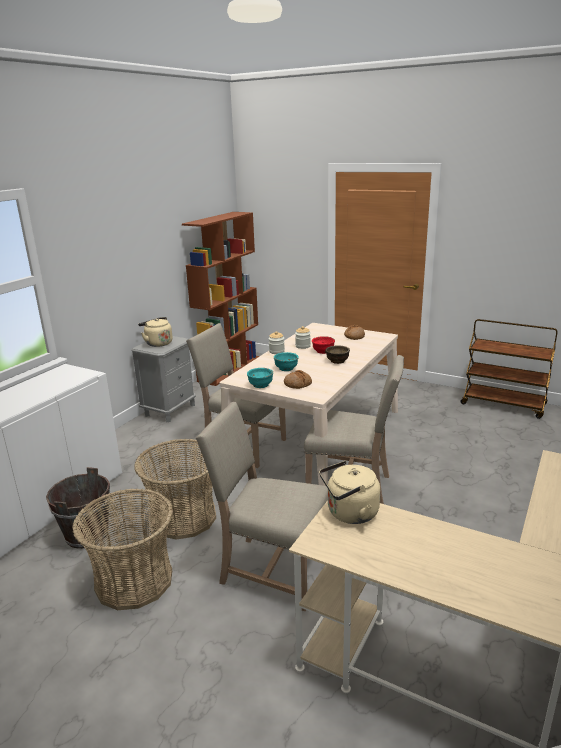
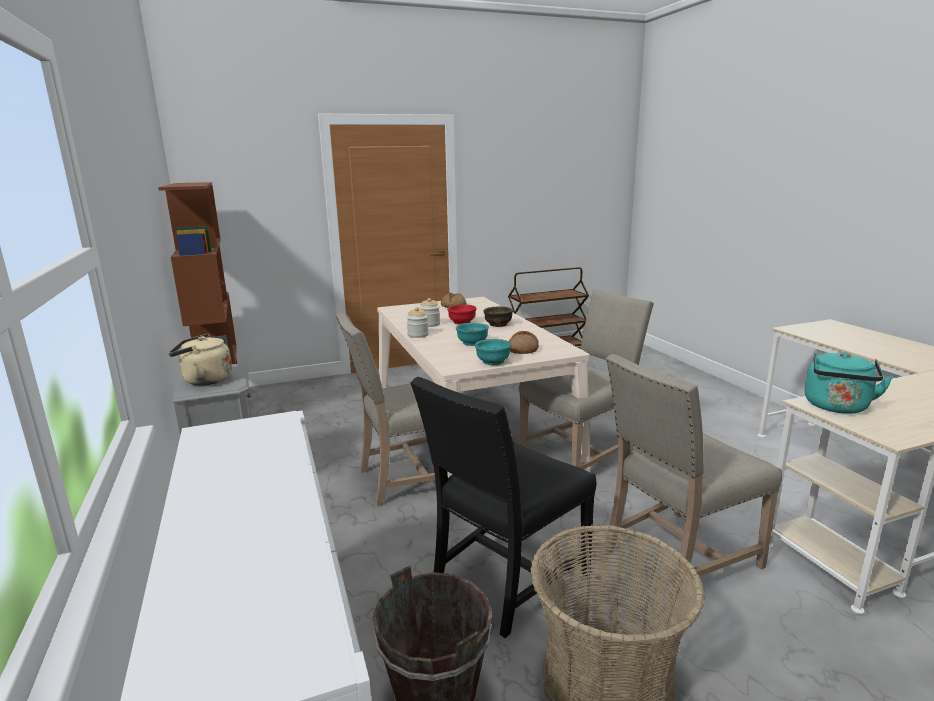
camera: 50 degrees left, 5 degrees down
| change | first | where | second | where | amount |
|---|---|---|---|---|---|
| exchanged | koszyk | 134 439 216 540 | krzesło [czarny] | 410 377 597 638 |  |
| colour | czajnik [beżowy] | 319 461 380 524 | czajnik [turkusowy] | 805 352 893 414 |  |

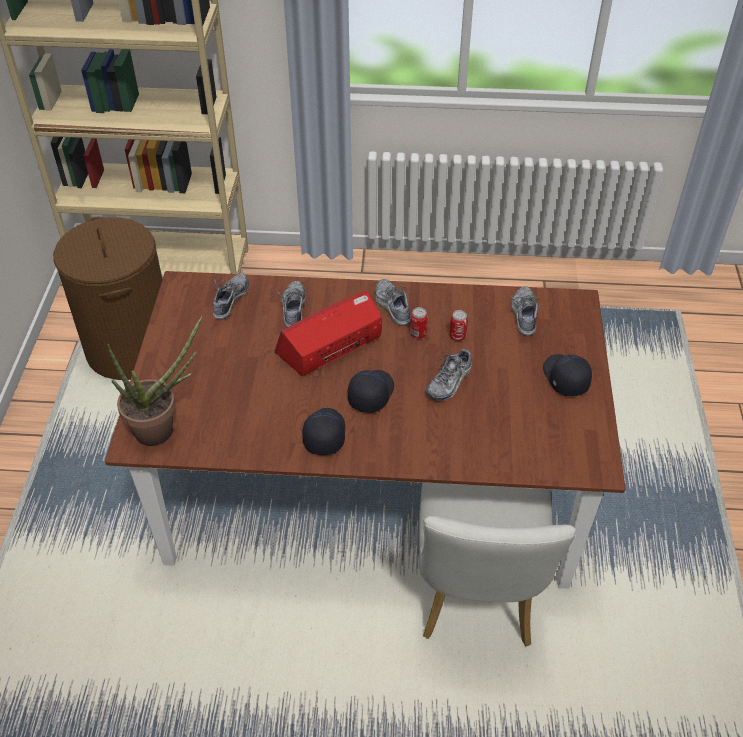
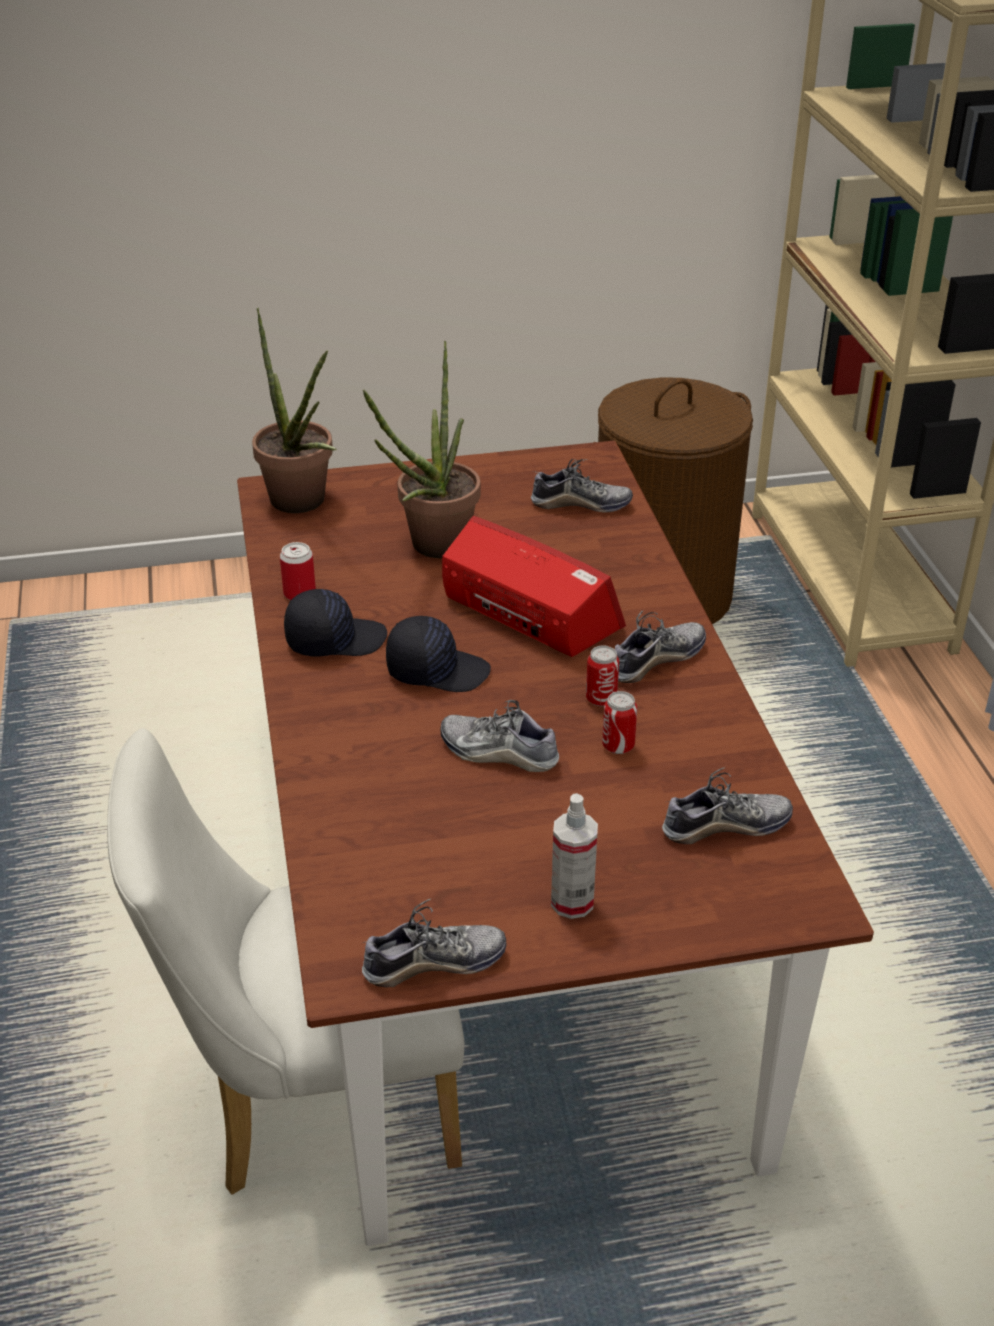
camera: 75 degrees right, 10 degrees down
| change | first | where | second | where | amount |
|---|---|---|---|---|---|
| appeared |  |  | puszka | 280 542 316 600 |  |
| relocated | but | 277 281 310 327 |  | 362 899 507 987 |  |
| appeared |  |  | roślina doniczkowa | 363 341 481 558 |  |
| exchanged | czapka z daszkiem [czarny] | 543 354 592 396 | spryskiwacz | 551 793 598 919 |  |

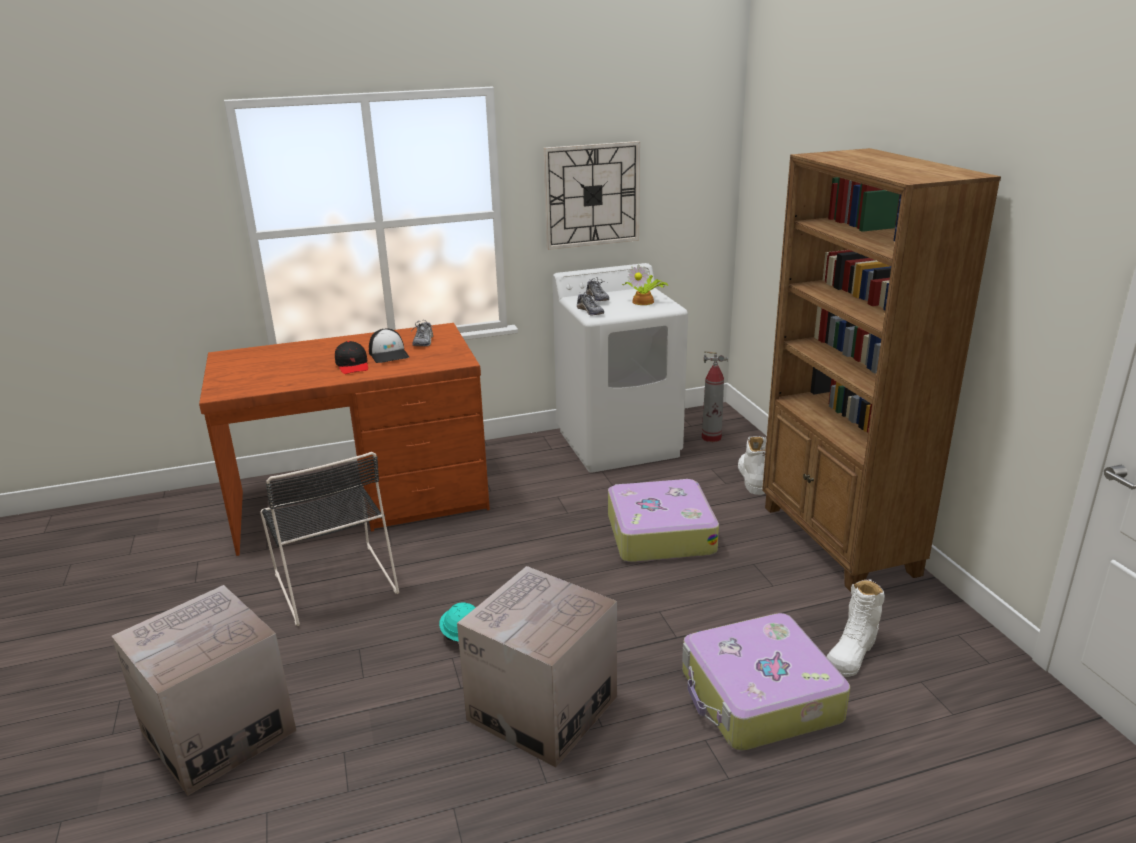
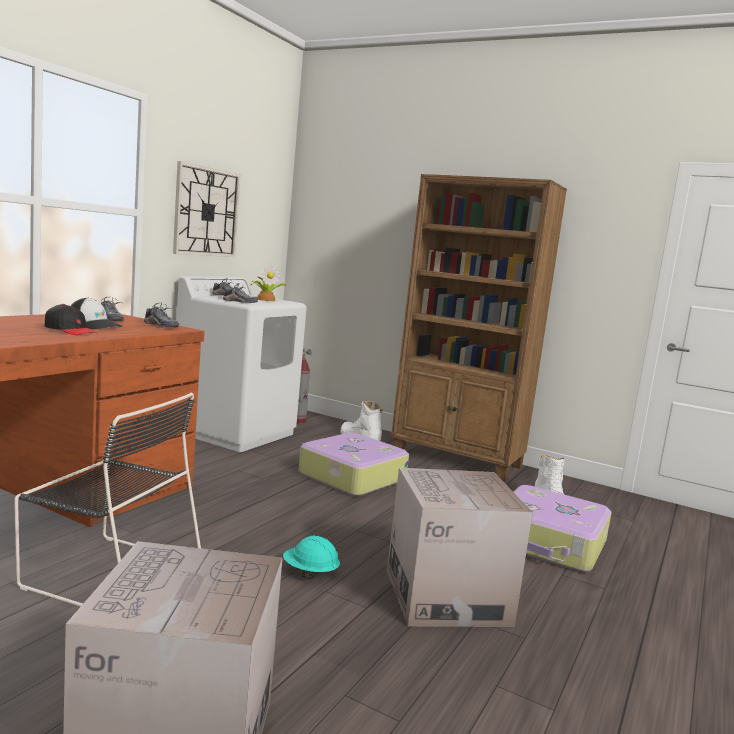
camera: 45 degrees left, 15 degrees down
| change | first | where | second | where | amount |
|---|---|---|---|---|---|
| appeared |  |  | but | 144 302 179 327 |  |

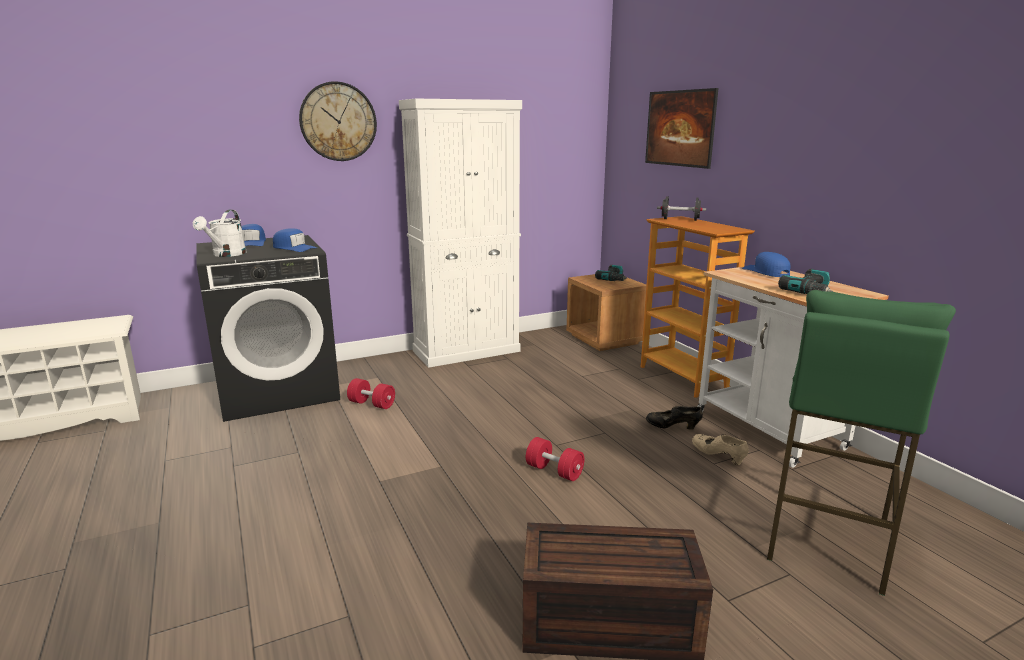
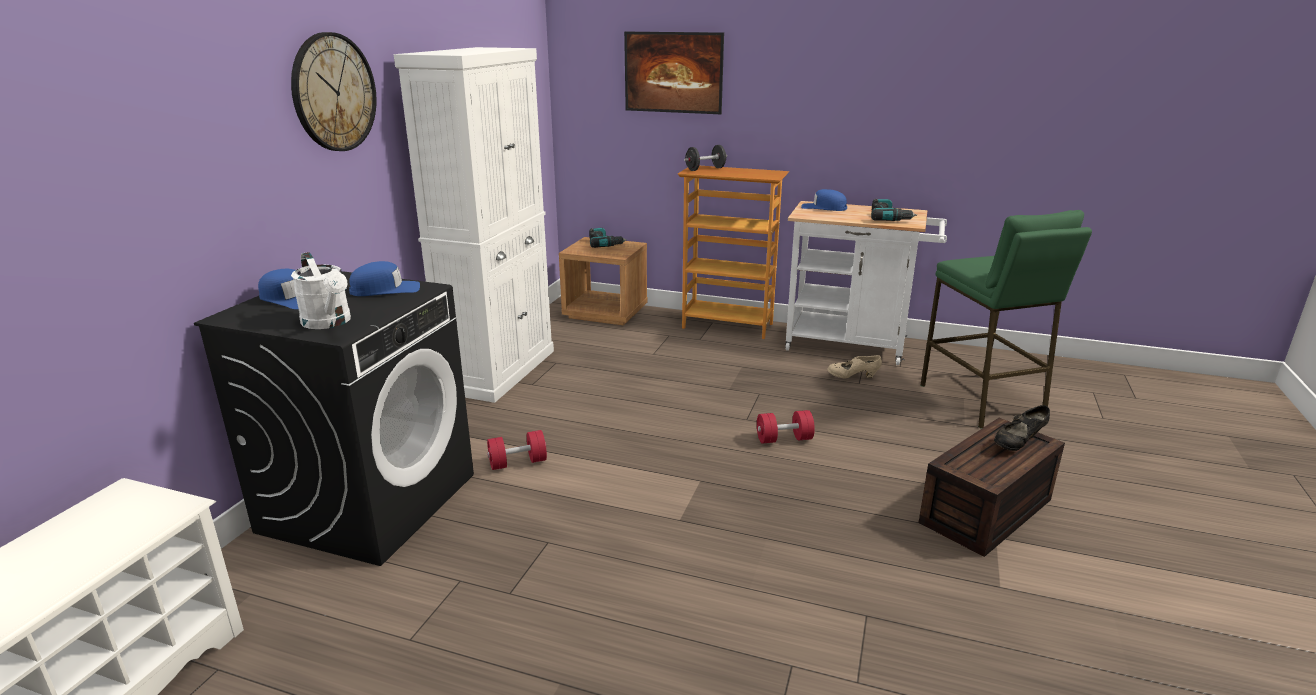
camera: 45 degrees left, 5 degrees up
| change | first | where | second | where | amount |
|---|---|---|---|---|---|
| relocated | but [czarny] | 646 406 703 430 |  | 994 405 1050 451 |  |

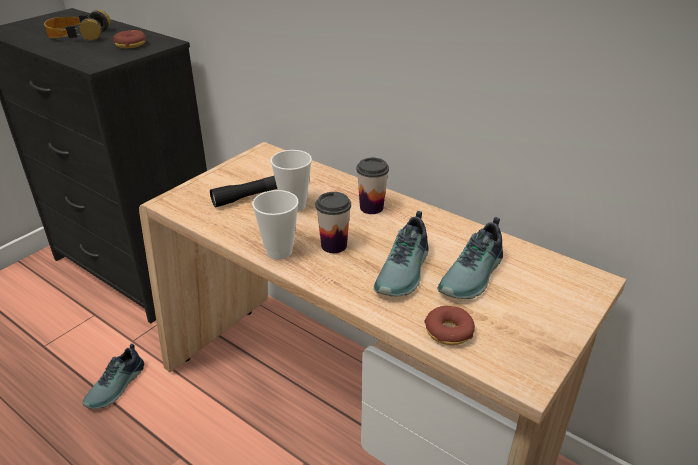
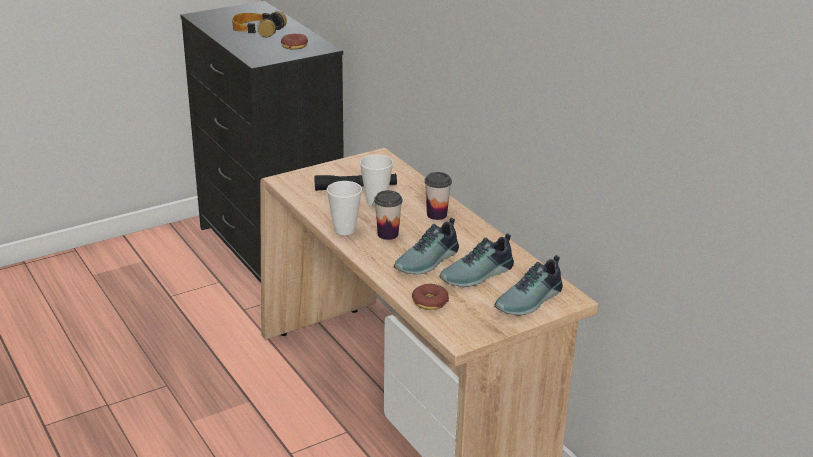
camera: 20 degrees right, 5 degrees down
| change | first | where | second | where | amount |
|---|---|---|---|---|---|
| relocated | but | 83 344 144 409 |  | 494 255 563 316 |  |

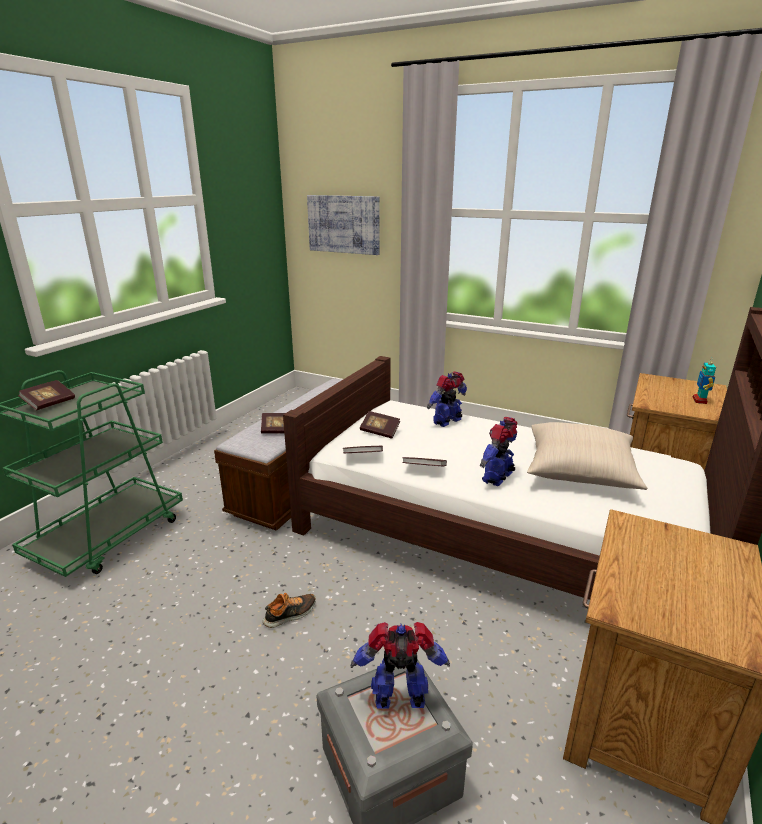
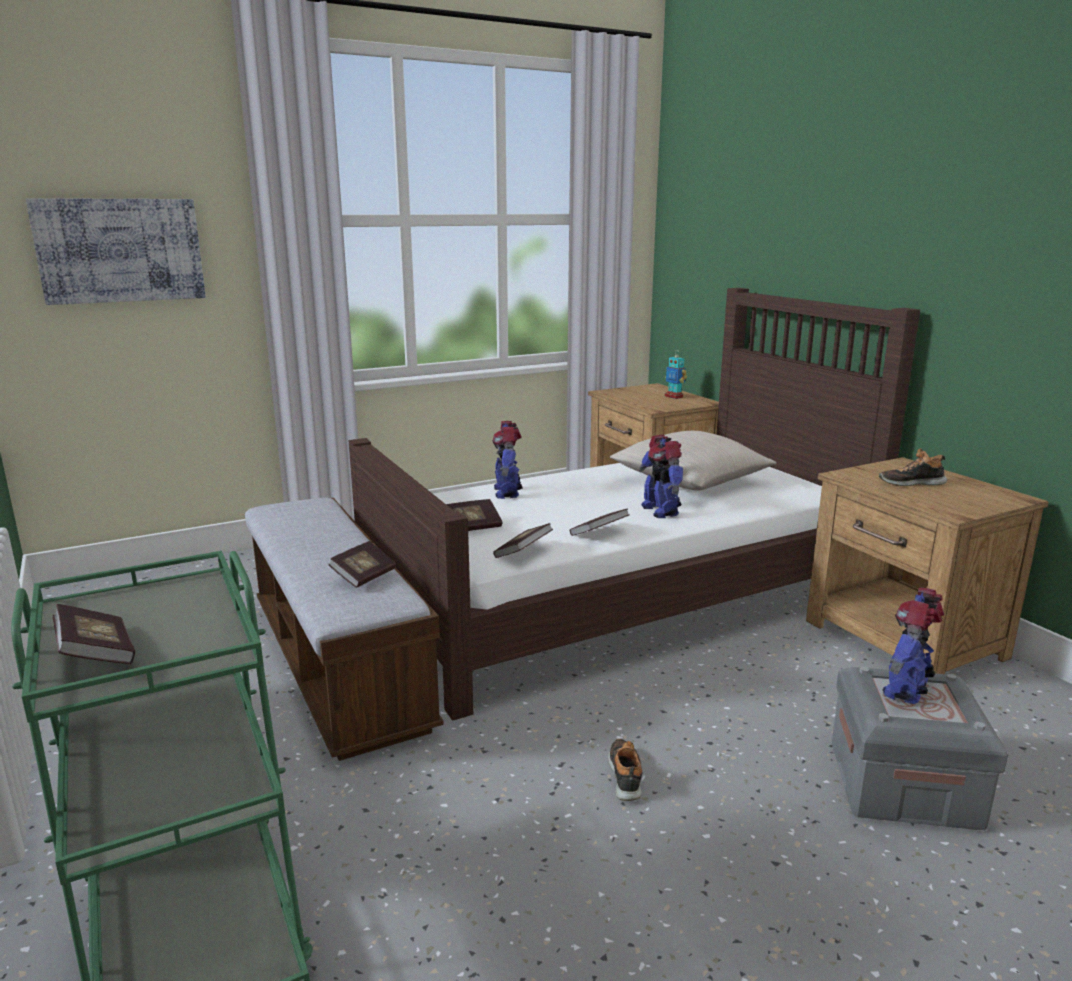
camera: 55 degrees left, 5 degrees down
| change | first | where | second | where | amount |
|---|---|---|---|---|---|
| appeared |  |  | but | 879 449 947 486 |  |

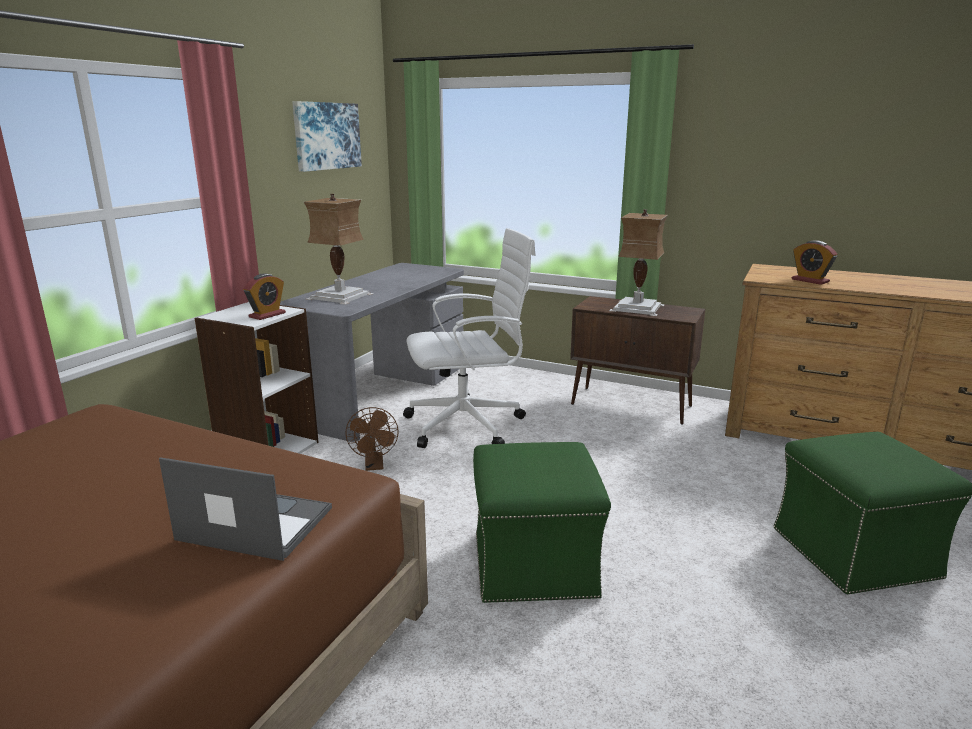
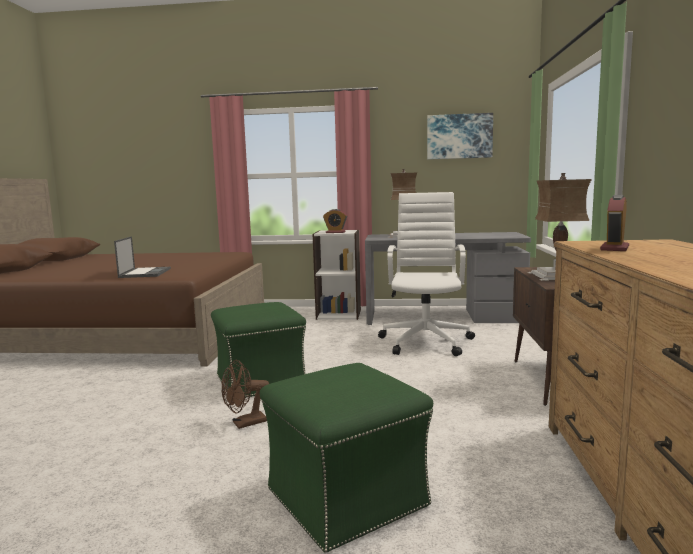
camera: 70 degrees right, 10 degrees down
| change | first | where | second | where | amount |
|---|---|---|---|---|---|
| relocated | wentylator [brązowy] | 345 407 399 471 |  | 221 360 269 429 |  |
| spun | krzesło biurowe [biały] | 403 228 536 448 |  | 378 192 475 356 | 135 degrees counterclockwise |

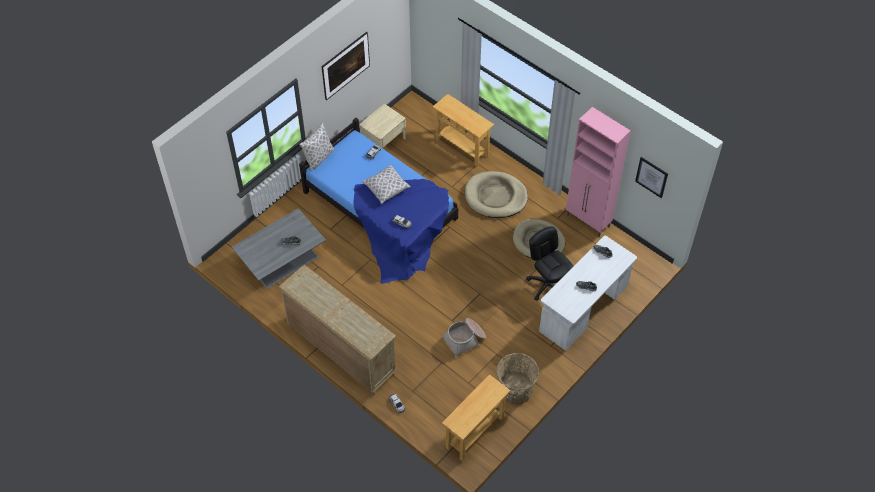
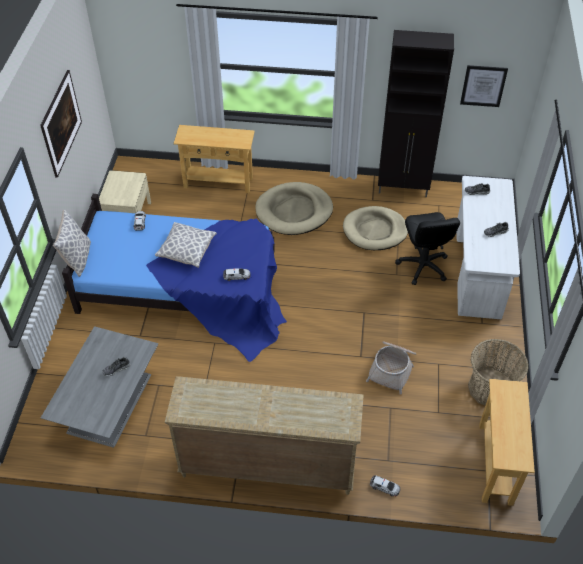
camera: 35 degrees left, 5 degrees down
| change | first | where | second | where | amount |
|---|---|---|---|---|---|
| colour | szafka [różowy] | 566 107 631 237 | szafka [czarny] | 378 30 454 197 |  |
| spun | krzesło biurowe [czarny] | 526 226 573 301 |  | 395 212 460 285 | 120 degrees counterclockwise |

